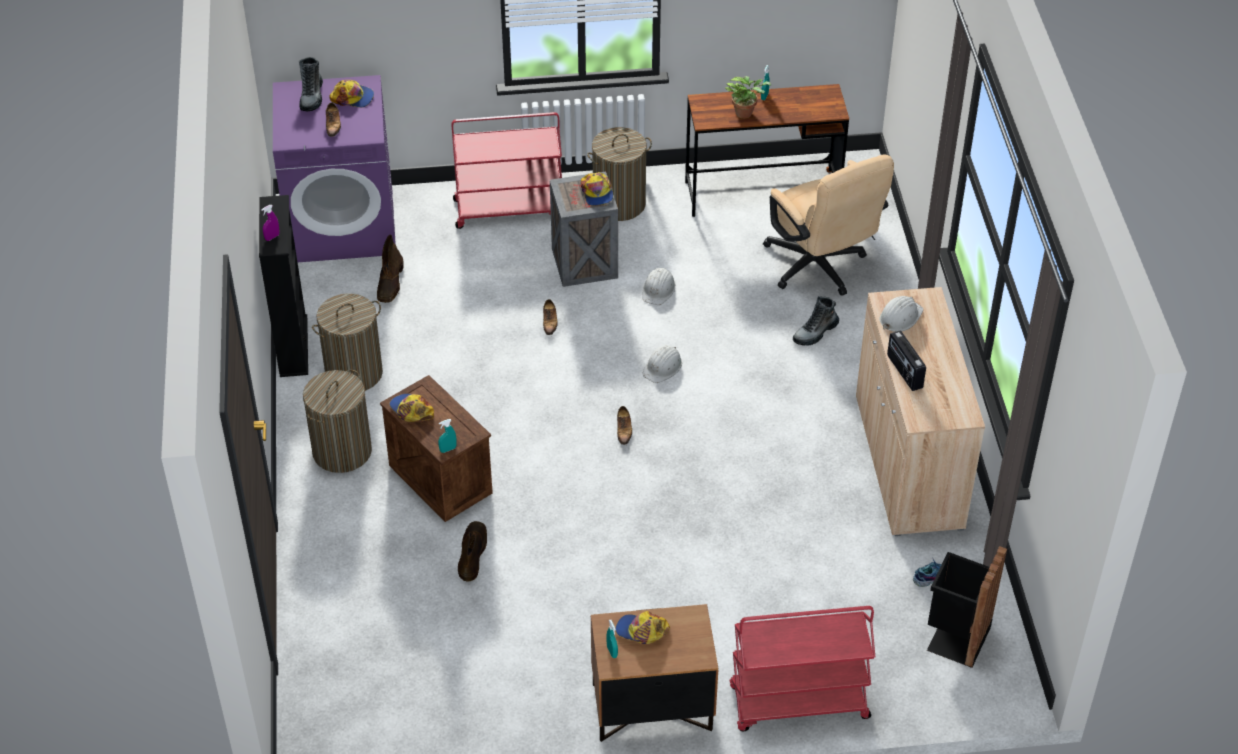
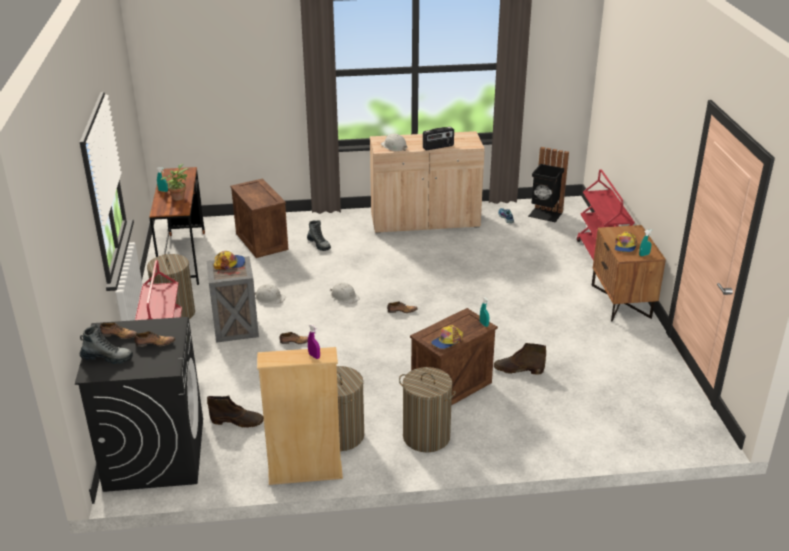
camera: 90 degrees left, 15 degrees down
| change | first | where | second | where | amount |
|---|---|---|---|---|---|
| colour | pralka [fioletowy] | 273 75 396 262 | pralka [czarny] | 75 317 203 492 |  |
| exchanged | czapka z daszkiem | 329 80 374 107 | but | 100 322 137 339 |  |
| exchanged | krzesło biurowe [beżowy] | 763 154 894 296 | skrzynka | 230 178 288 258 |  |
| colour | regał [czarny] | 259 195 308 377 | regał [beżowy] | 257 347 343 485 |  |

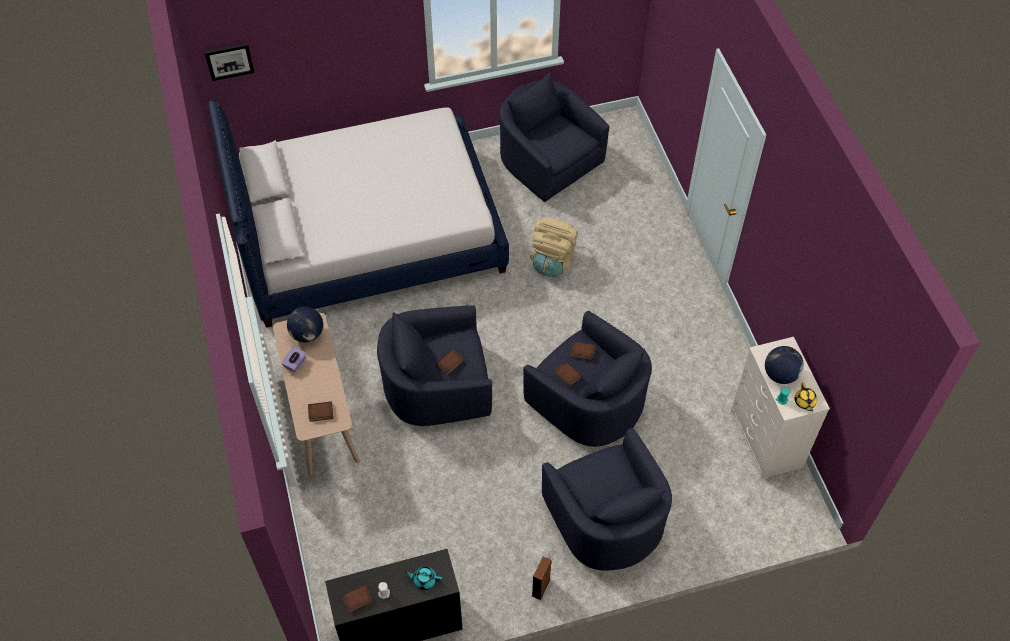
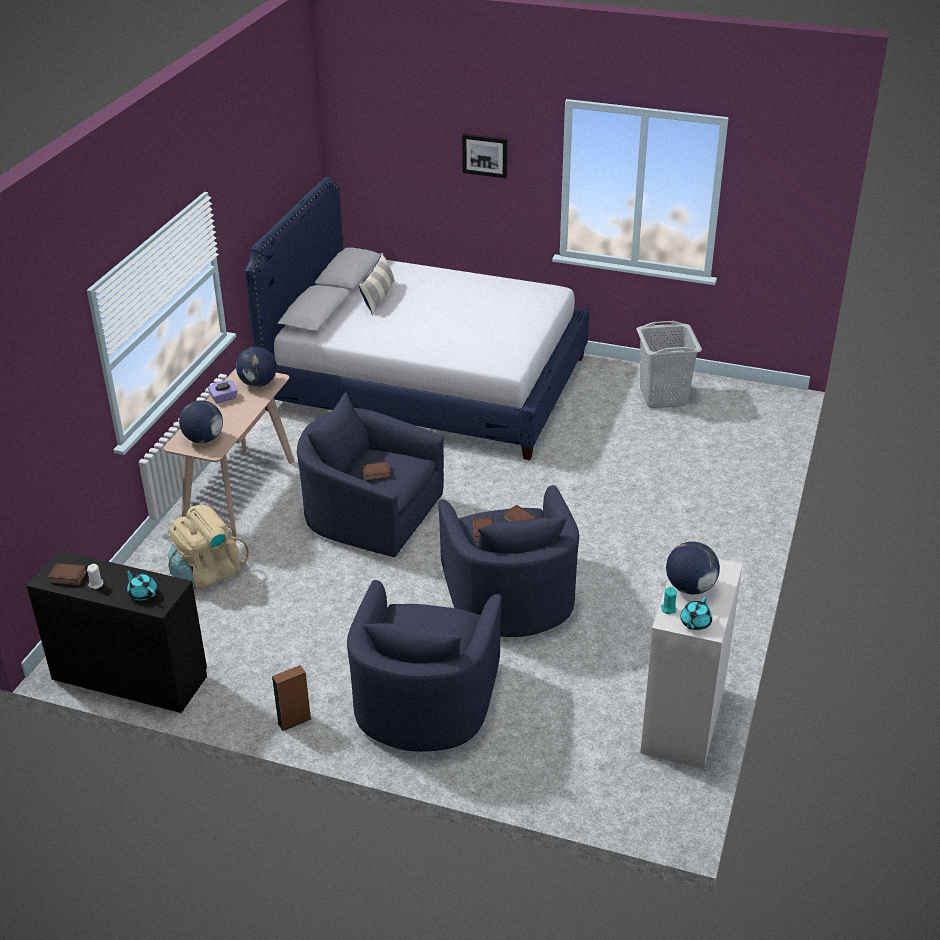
camera: 35 degrees right, 20 degrees down
| change | first | where | second | where | amount |
|---|---|---|---|---|---|
| relocated | plecak [beżowy] | 530 217 578 277 |  | 169 505 249 589 |  |
| exchanged | książka | 308 402 333 422 | globus | 179 400 223 443 |  |
| appeared |  |  | poduszka | 359 253 395 316 |  |
| relocated | obraz | 204 43 255 81 |  | 462 134 508 179 |  |
| exchanged | fotel [niebieski] | 499 72 609 202 | kosz na pranie [szary] | 636 321 702 408 |  |
| colour | imbryk [żółty] | 795 382 817 411 | imbryk [turkusowy] | 680 597 712 630 |  |

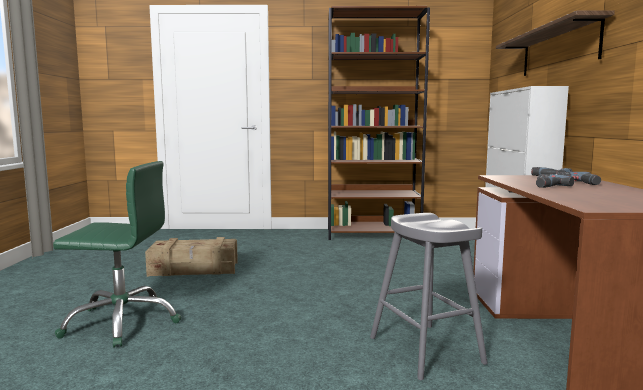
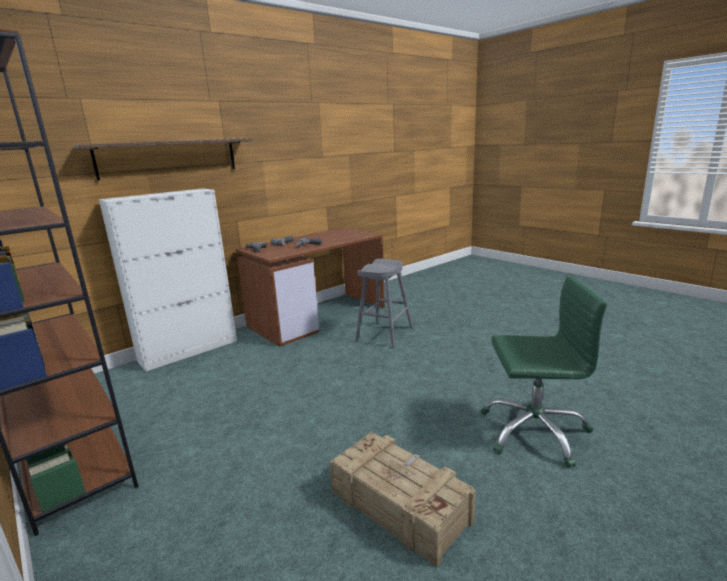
camera: 130 degrees left, 10 degrees up
| change | first | where | second | where | amount |
|---|---|---|---|---|---|
| spun | krzesło biurowe [zielony] | 53 161 181 348 |  | 480 276 607 468 | 135 degrees clockwise |

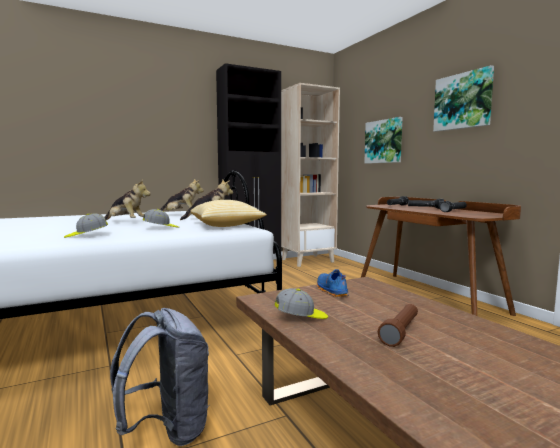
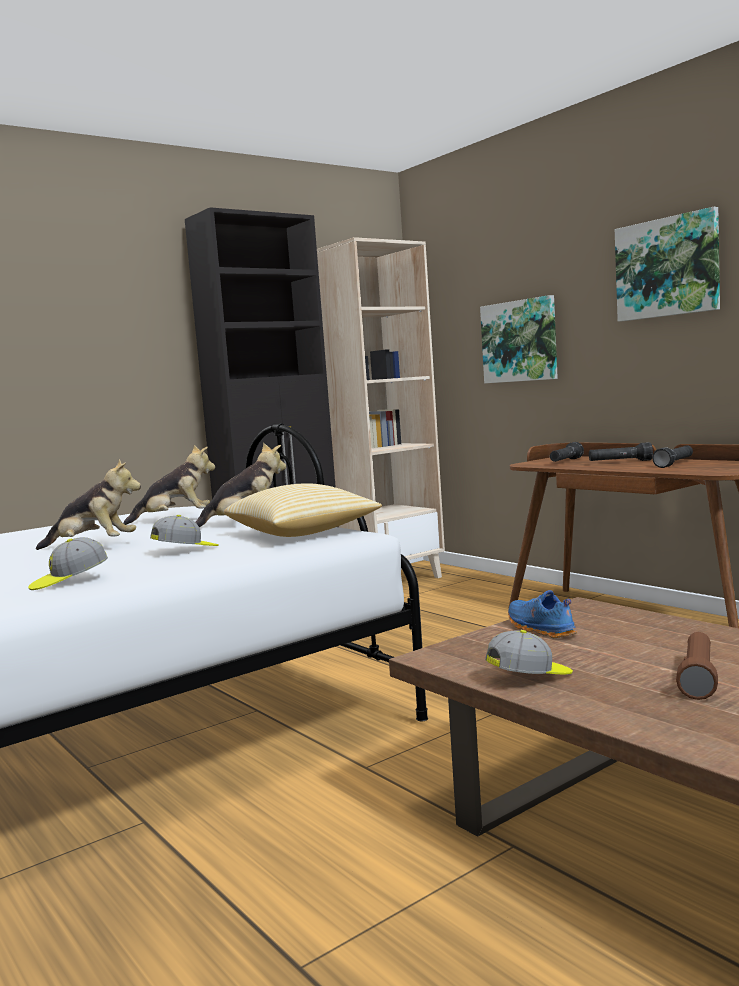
camera: 10 degrees left, 0 degrees up
| change | first | where | second | where | amount |
|---|---|---|---|---|---|
| missing | plecak [szary] | 110 308 210 446 |  |  |  |

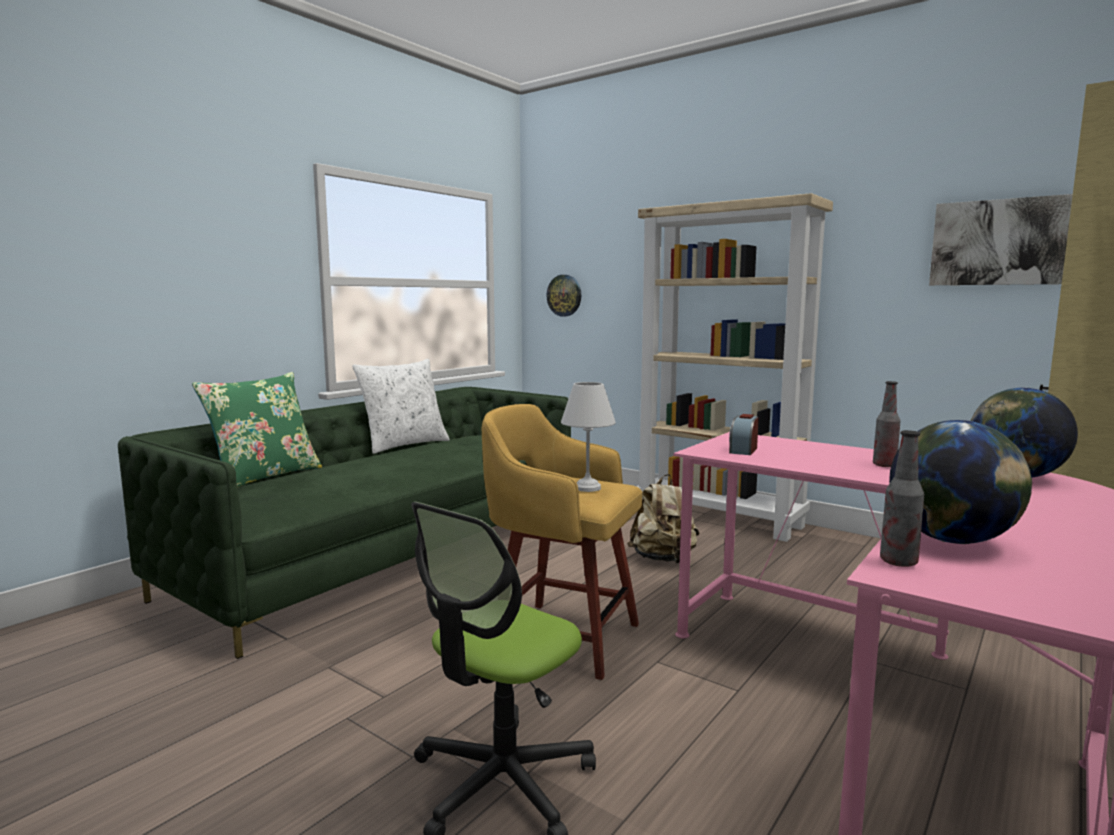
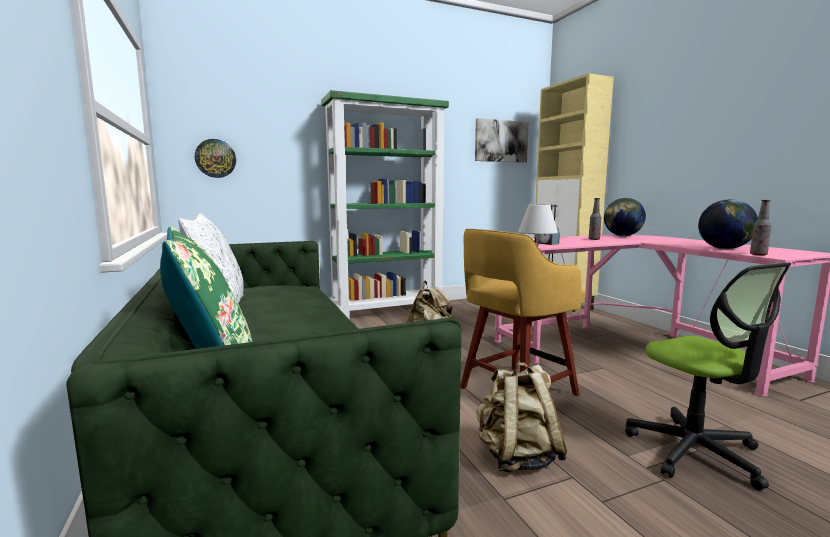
camera: 60 degrees left, 0 degrees up
| change | first | where | second | where | amount |
|---|---|---|---|---|---|
| colour | regał [beżowy] | 636 193 833 542 | regał [zielony] | 321 90 449 318 |  |
| appeared |  |  | plecak [beżowy] | 476 362 567 473 |  |

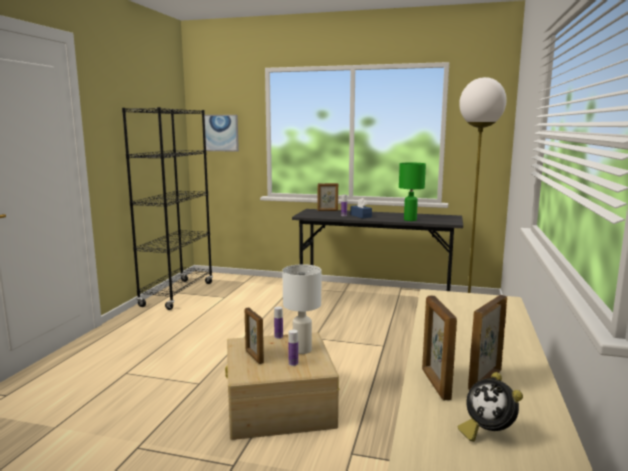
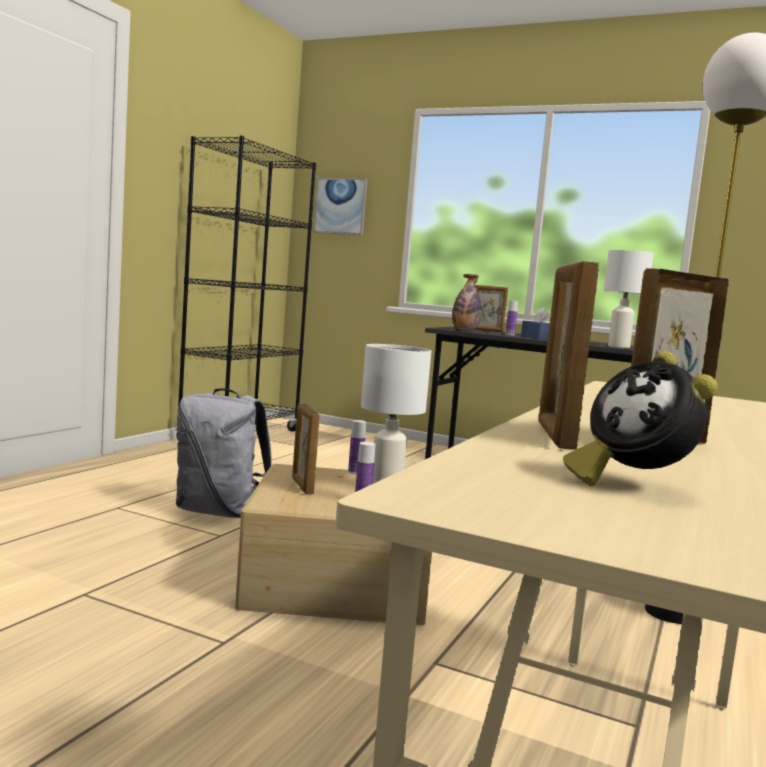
camera: 10 degrees right, 5 degrees down
| change | first | where | second | where | amount |
|---|---|---|---|---|---|
| appeared |  |  | plecak [szary] | 176 388 272 518 |  |
| appeared |  |  | butelka | 452 274 482 331 |  |
| colour | lampa stołowa [zielony] | 399 163 426 221 | lampa stołowa [biały] | 604 250 654 348 |  |

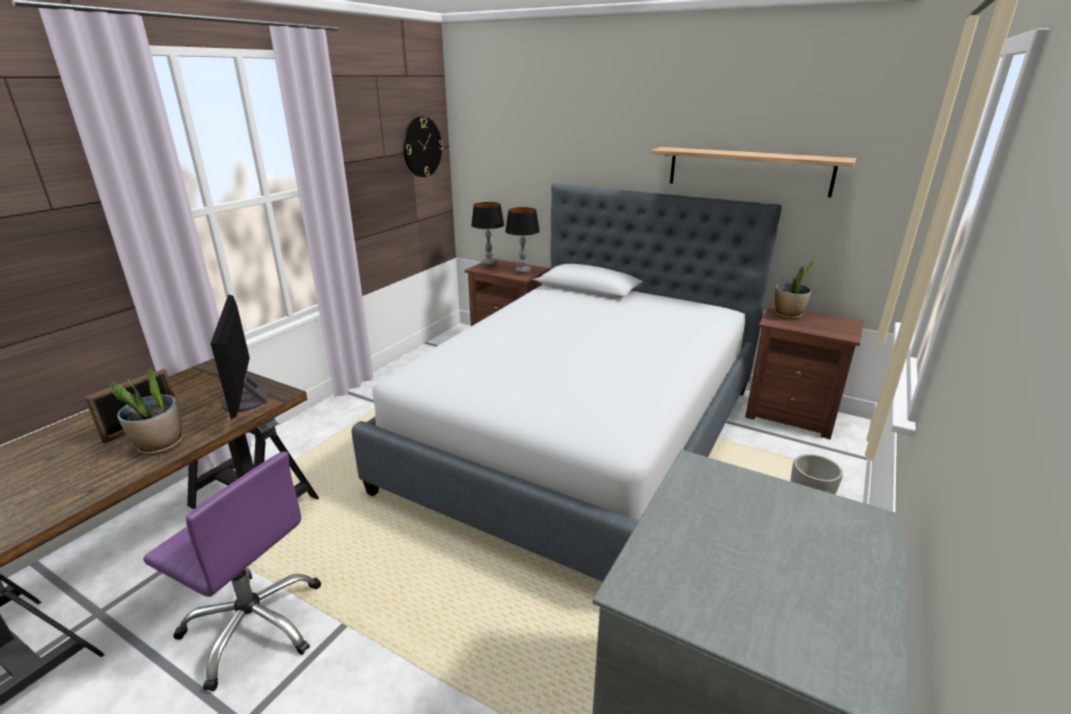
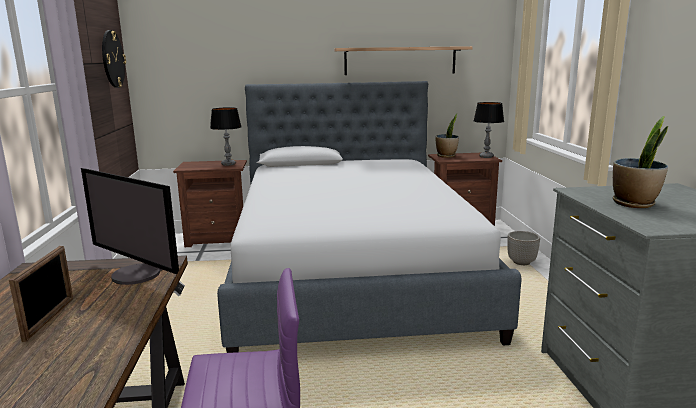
camera: 35 degrees left, 10 degrees down
| change | first | where | second | where | amount |
|---|---|---|---|---|---|
| relocated | lampa stołowa | 471 202 504 266 |  | 474 102 504 158 |  |
| relocated | roślina doniczkowa | 109 366 183 455 |  | 613 116 668 208 |  |

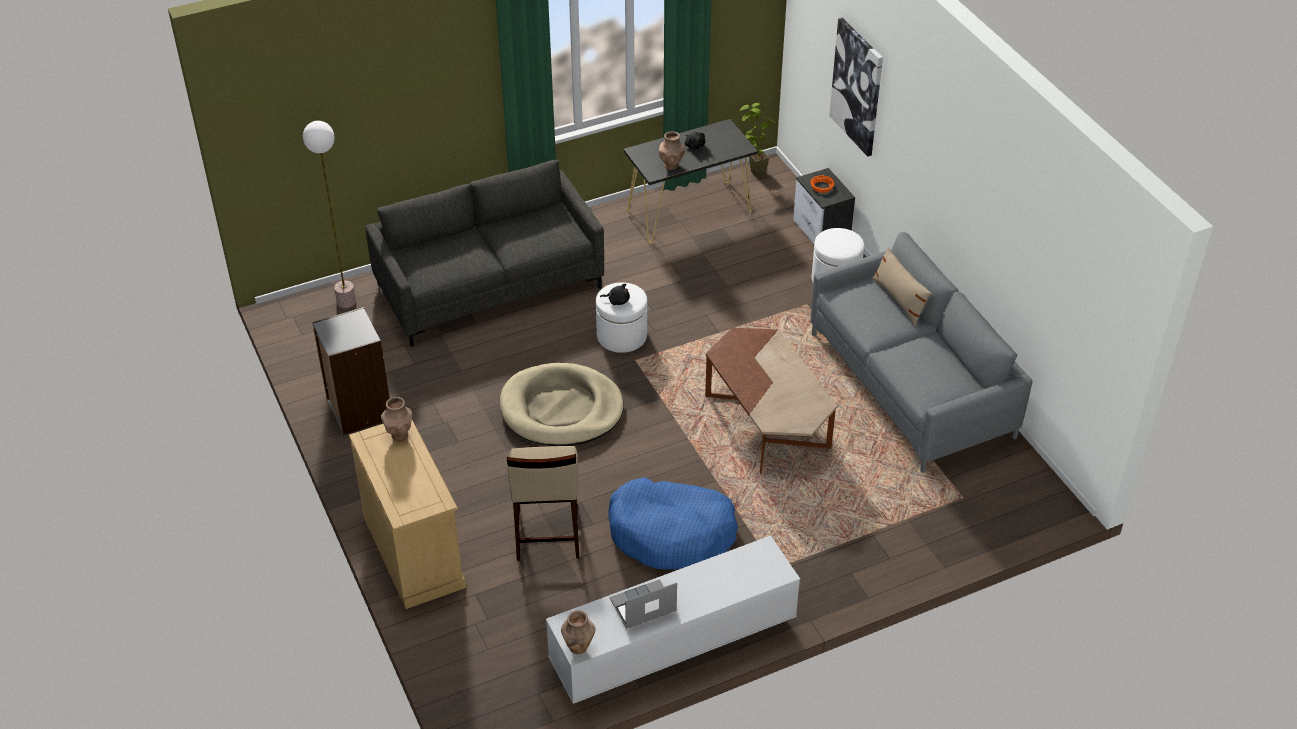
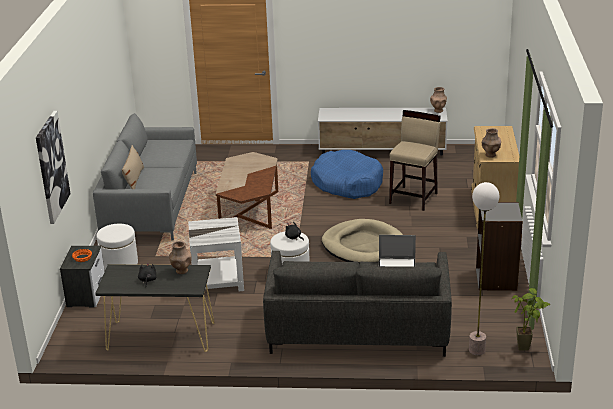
camera: 150 degrees left, 15 degrees down
| change | first | where | second | where | amount |
|---|---|---|---|---|---|
| appeared |  |  | stolik [biały] | 188 217 244 291 |  |
| relocated | laptop | 610 579 677 629 |  | 379 235 416 267 |  |
| relocated | roślina doniczkowa | 739 103 778 177 |  | 511 288 551 351 |  |

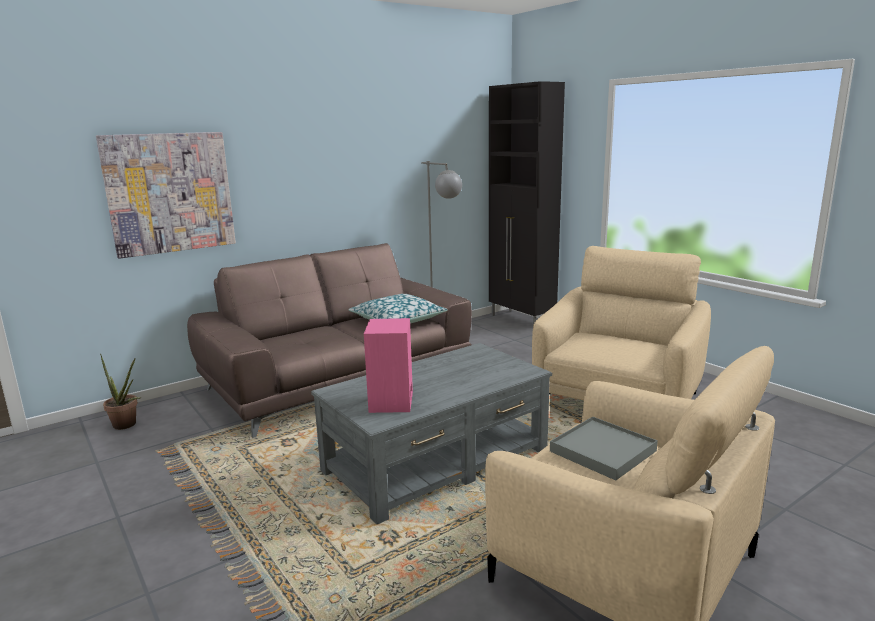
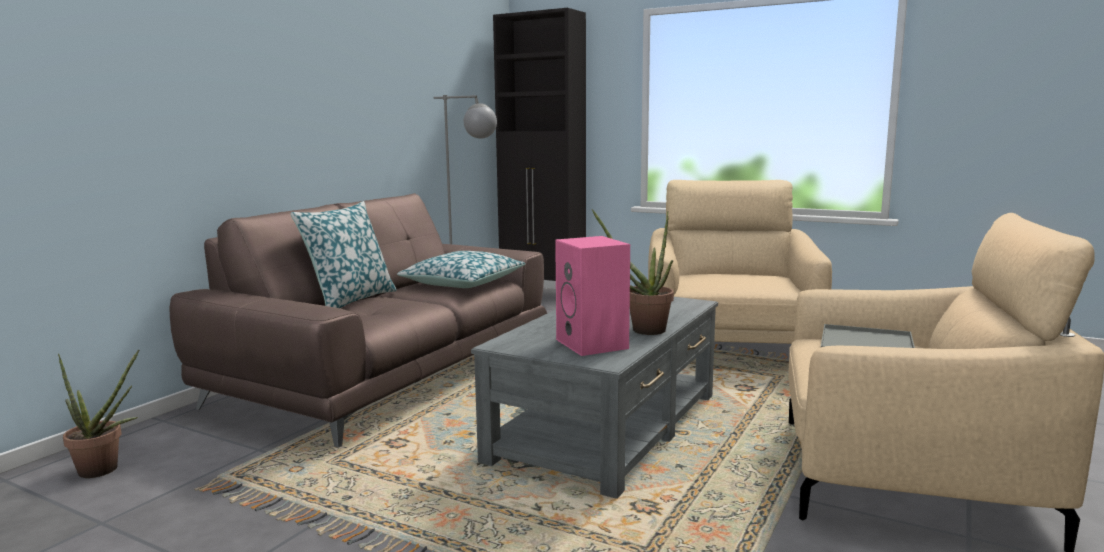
camera: 25 degrees left, 5 degrees down
| change | first | where | second | where | amount |
|---|---|---|---|---|---|
| appeared |  |  | poduszka | 291 201 397 308 |  |
| appeared |  |  | roślina doniczkowa | 592 209 674 335 |  |
| missing | obraz | 96 132 236 259 |  |  |  |

